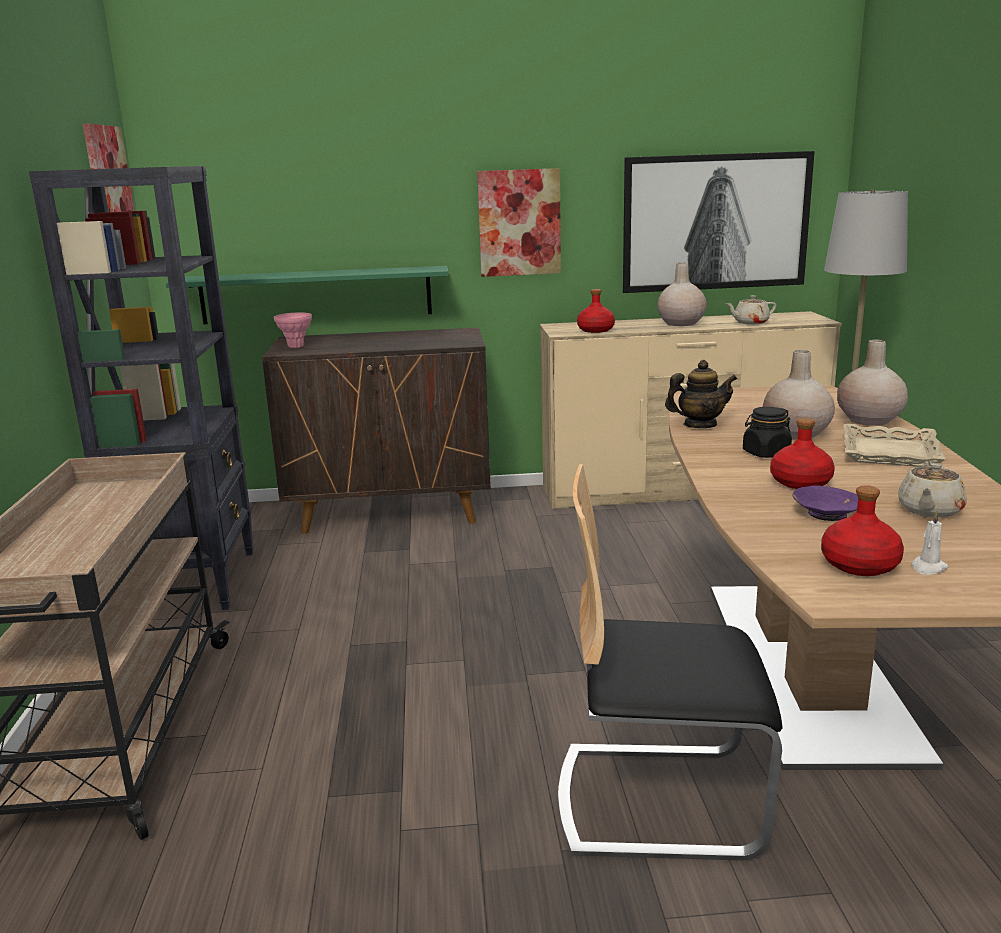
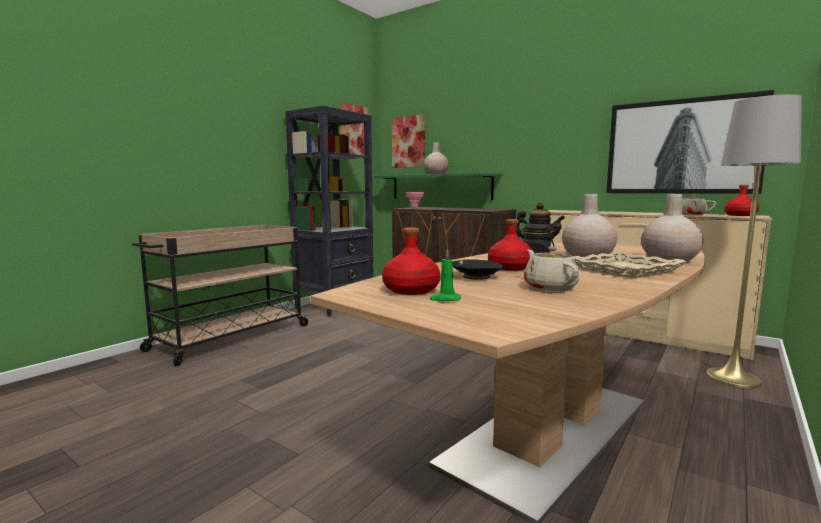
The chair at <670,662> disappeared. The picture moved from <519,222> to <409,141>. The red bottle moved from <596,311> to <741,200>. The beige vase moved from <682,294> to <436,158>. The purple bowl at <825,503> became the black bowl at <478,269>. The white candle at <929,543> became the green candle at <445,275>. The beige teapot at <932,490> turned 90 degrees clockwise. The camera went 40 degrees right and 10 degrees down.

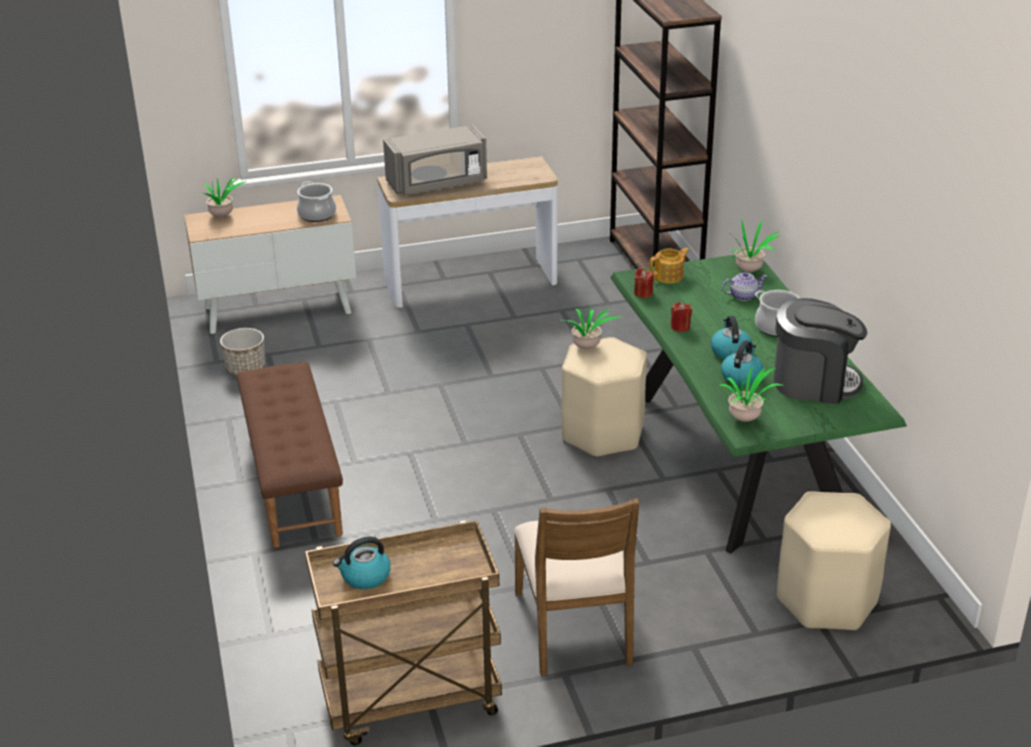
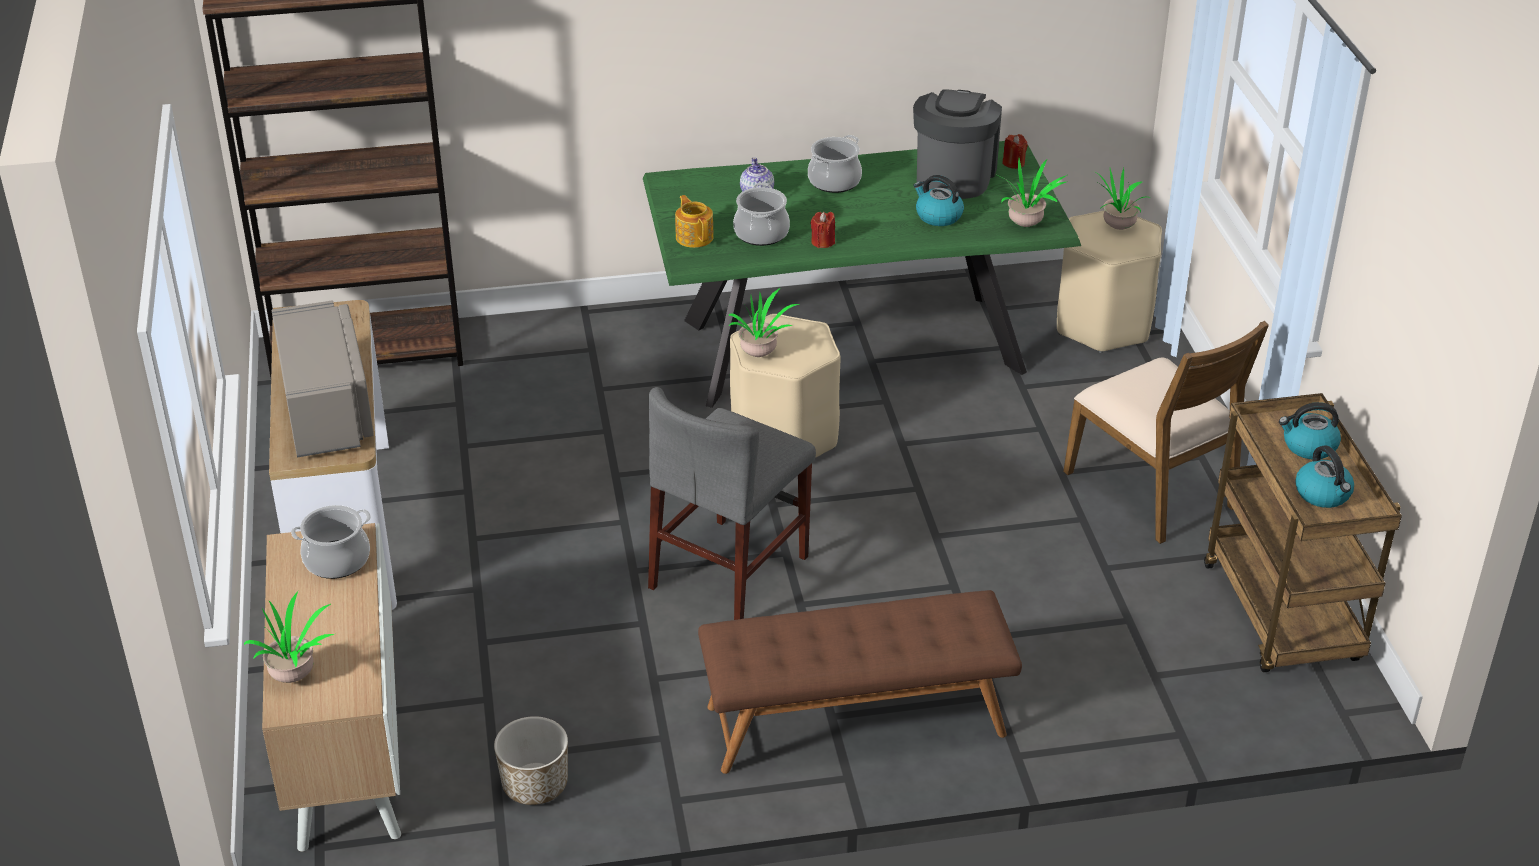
The grey chair at <732,503> appeared. The cooking pot at <761,214> appeared. The red candle moved from <644,283> to <1015,151>. The kettle moved from <731,337> to <1310,430>. The potted plant moved from <753,246> to <1122,199>. The brown chair at <576,587> turned 60 degrees clockwise. The camera went 85 degrees left and 5 degrees up.

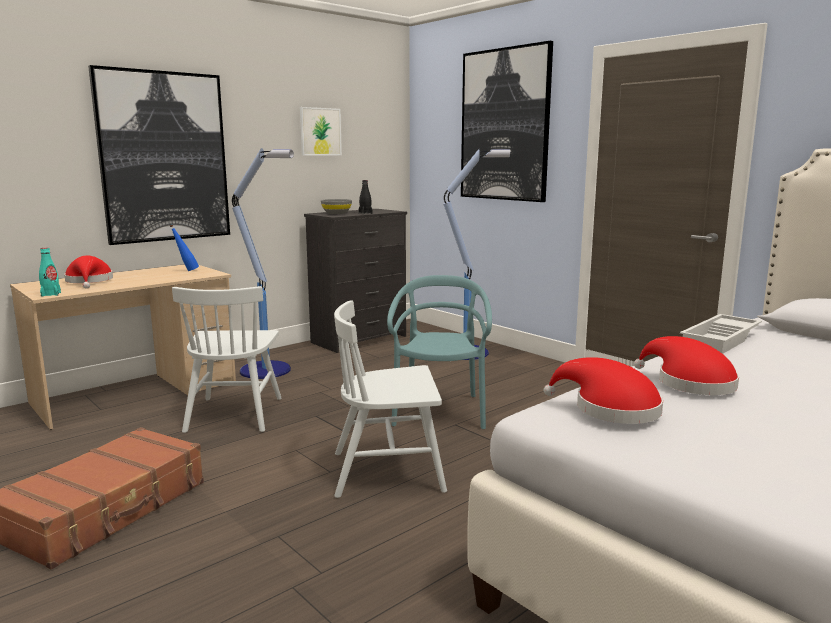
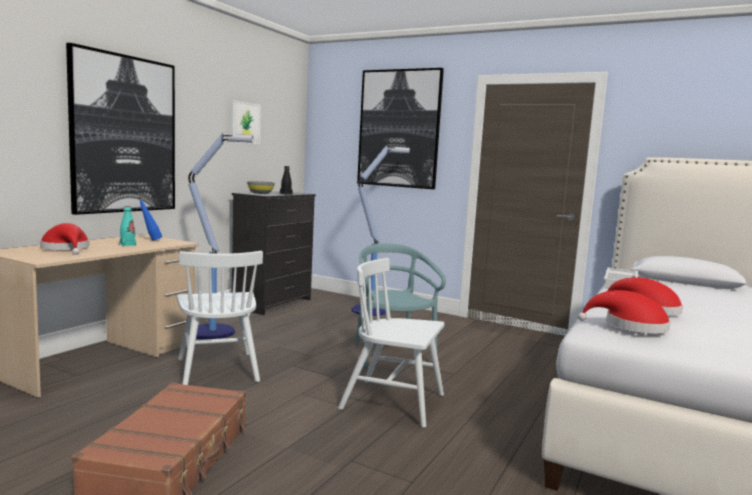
The turquoise bottle moved from <50,272> to <128,226>. The white chair at <390,399> turned 45 degrees clockwise. The camera went 20 degrees left and 5 degrees down.

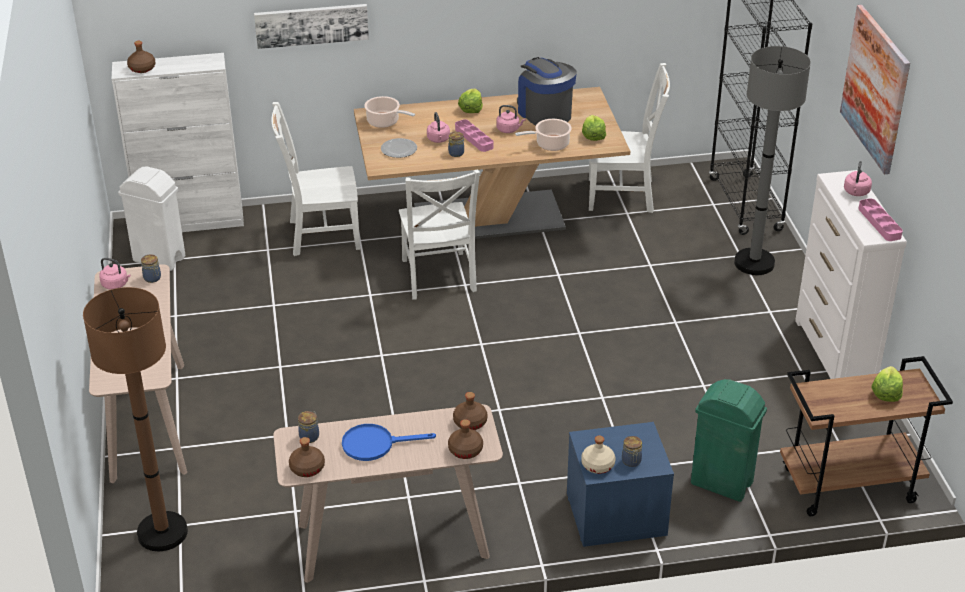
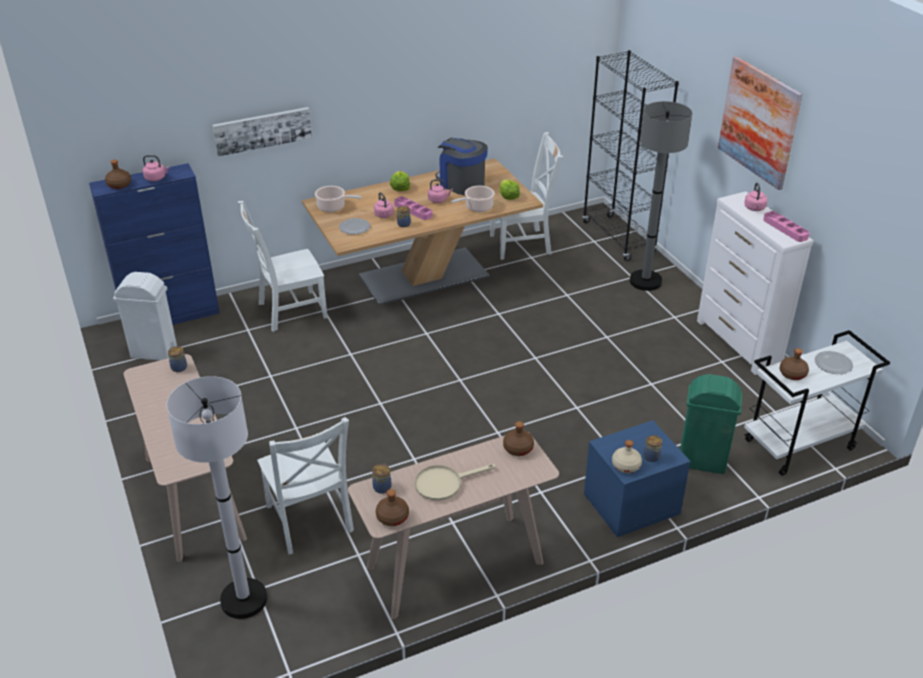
The pink kettle moved from <115,273> to <156,168>. The white chair moved from <439,234> to <305,485>. The brown bottle moved from <465,439> to <794,364>. The lettuce at <887,384> was replaced by the plate at <834,362>. The brown floor lamp at <135,419> became the white floor lamp at <217,497>. The white cabinet at <178,142> became the blue cabinet at <154,244>. The blue frying pan at <389,442> became the beige frying pan at <455,482>. The brown cart at <866,436> became the white cart at <817,403>. The camera went 15 degrees left and 0 degrees up.

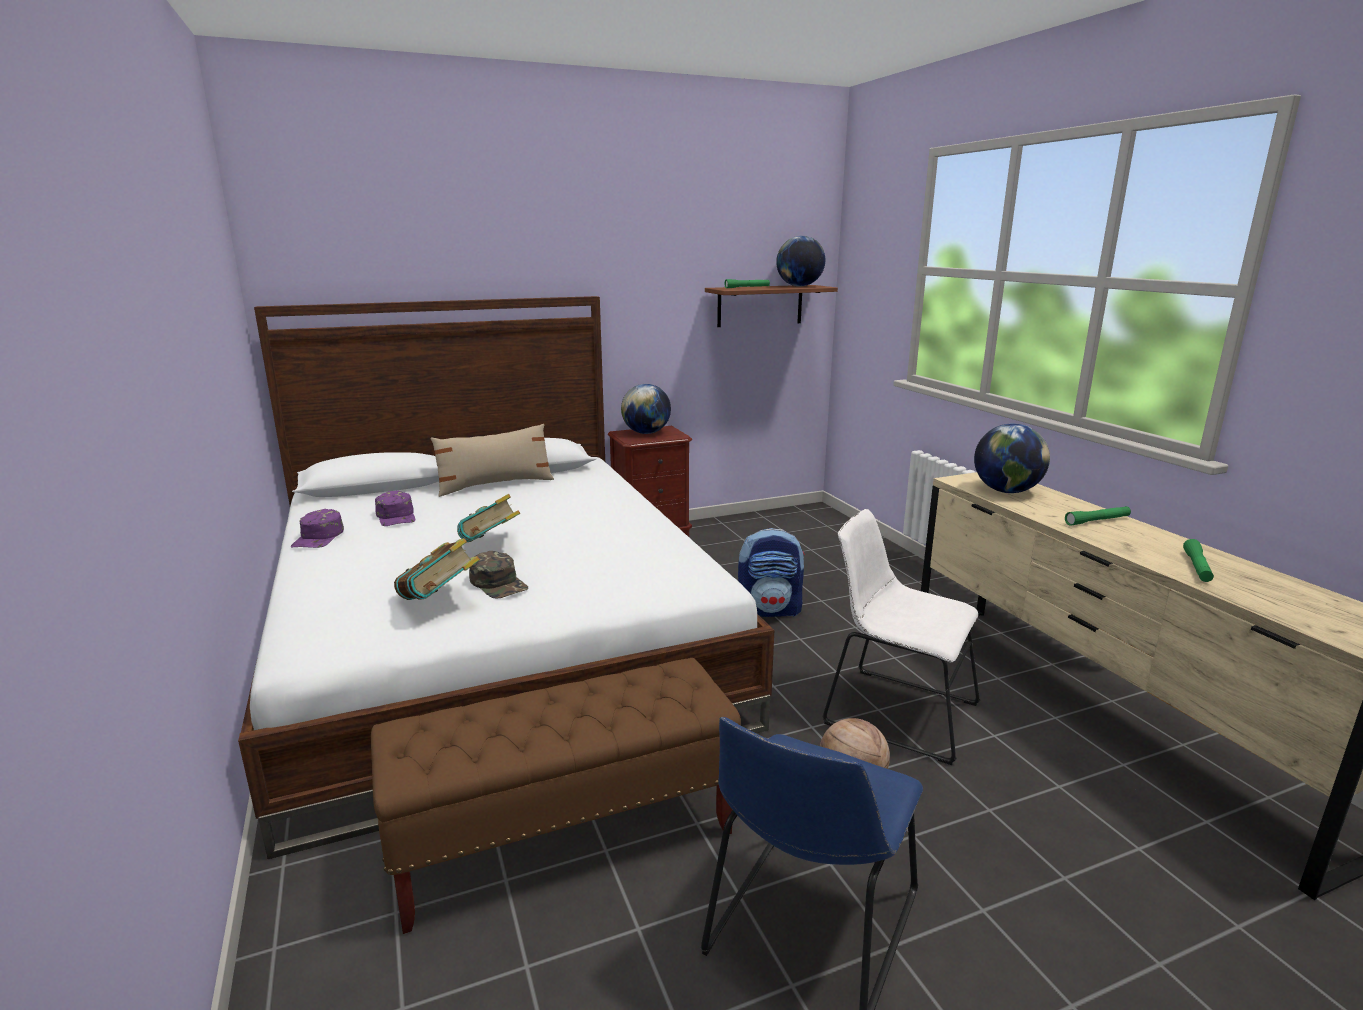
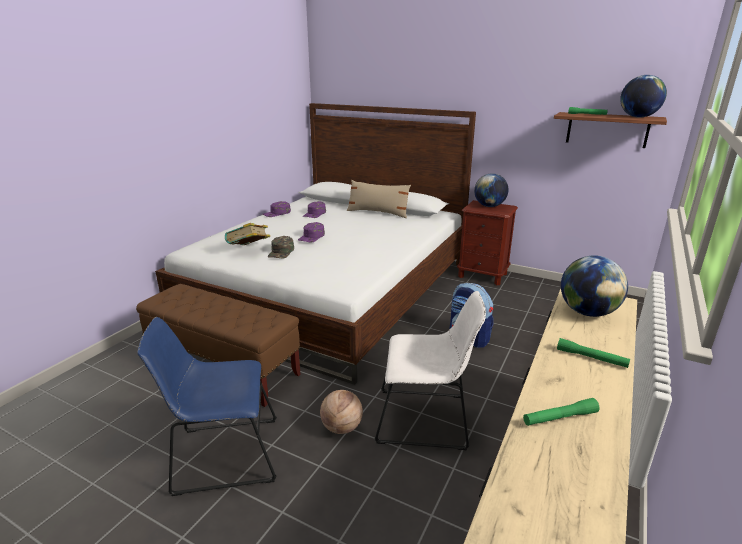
The book at <488,518> was replaced by the purple cap at <311,232>. The white chair at <901,637> turned 105 degrees clockwise. The camera went 50 degrees right and 5 degrees up.

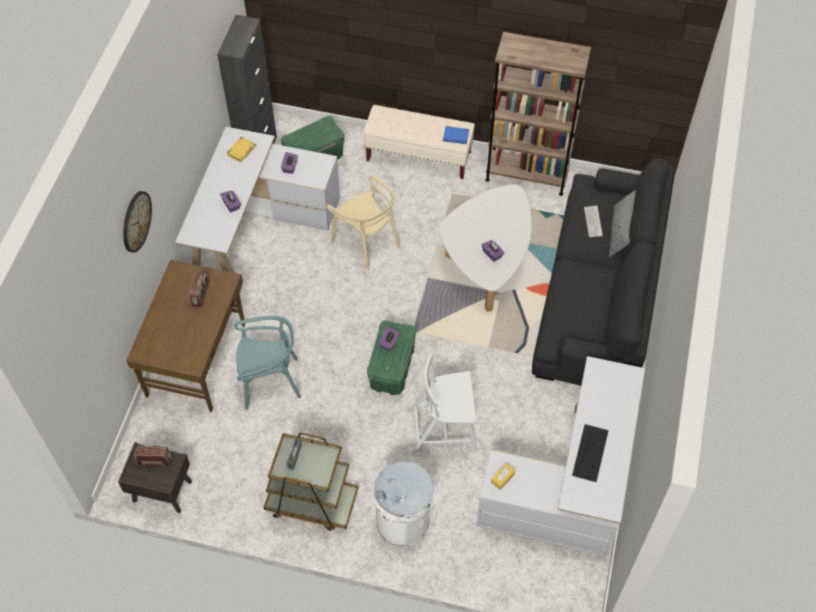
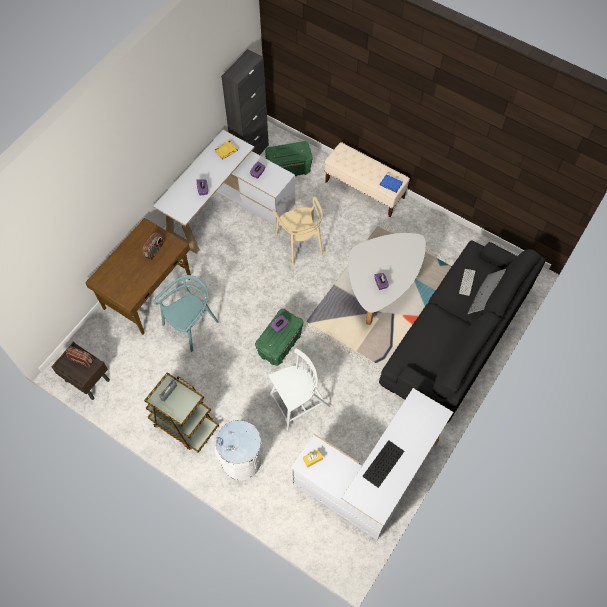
The wall clock at <137,222> disappeared. The brown bookcase at <538,114> disappeared. The turquoise chair at <267,362> turned 60 degrees counterclockwise. The white chair at <442,404> turned 135 degrees clockwise. The camera went 20 degrees right and 5 degrees up.

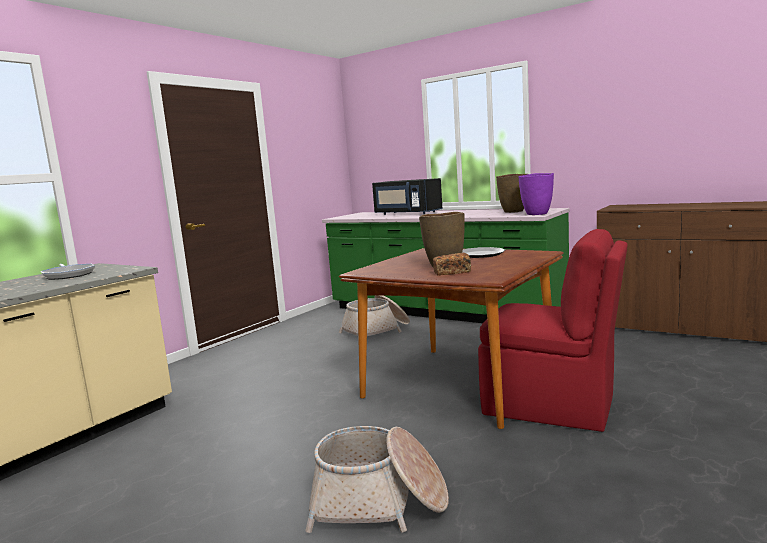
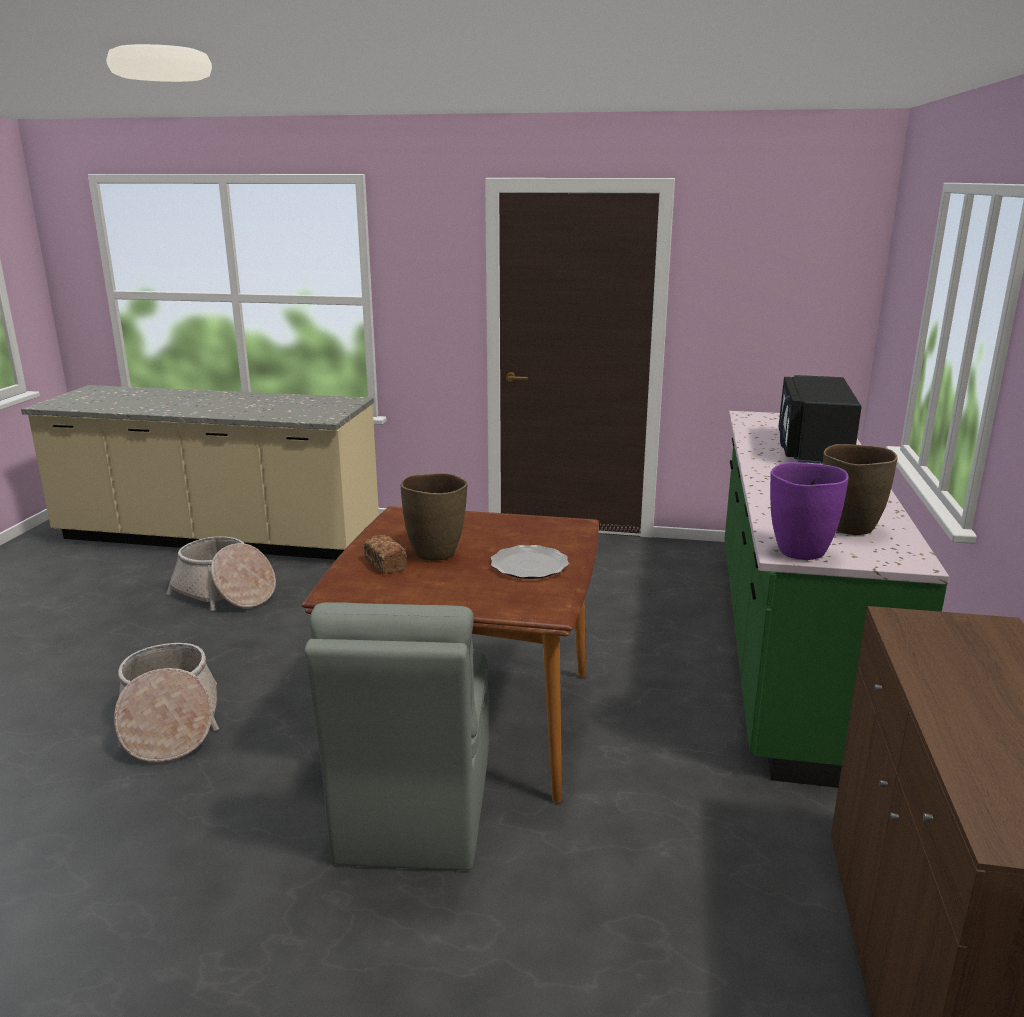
The frying pan at <68,272> disappeared. The basket moved from <374,316> to <221,573>. The red chair at <552,330> became the grey chair at <397,736>. The camera went 65 degrees right and 10 degrees up.

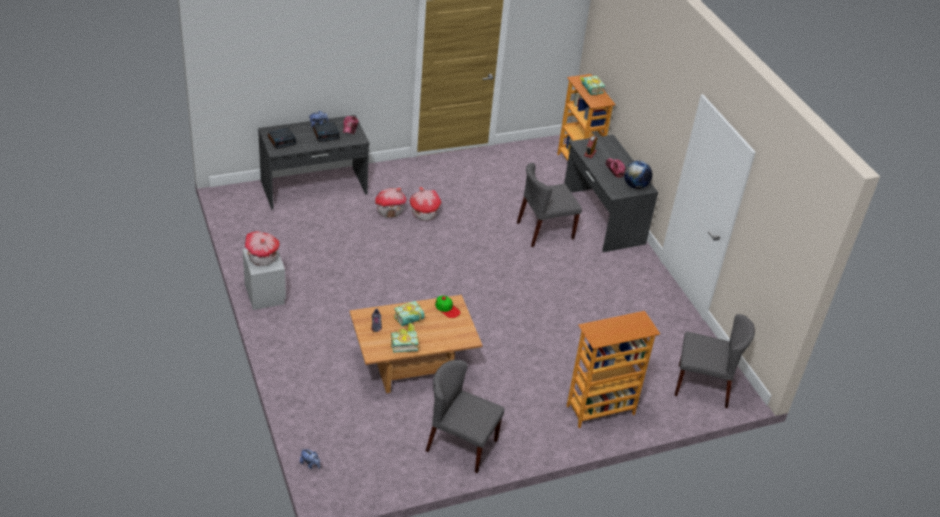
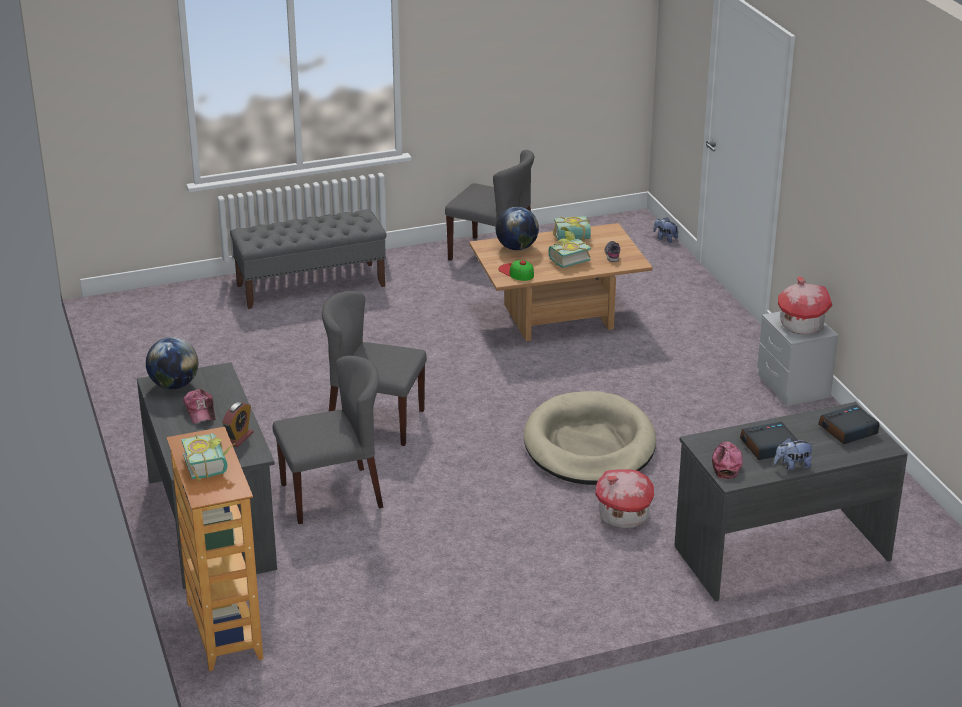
The toy house at <426,204> disappeared. The globe at <517,228> appeared. The beige dog bed at <590,438> appeared. The grey chair moved from <714,361> to <374,368>. The bookcase at <613,369> was replaced by the grey bench at <308,259>. The camera went 175 degrees left and 10 degrees down.

